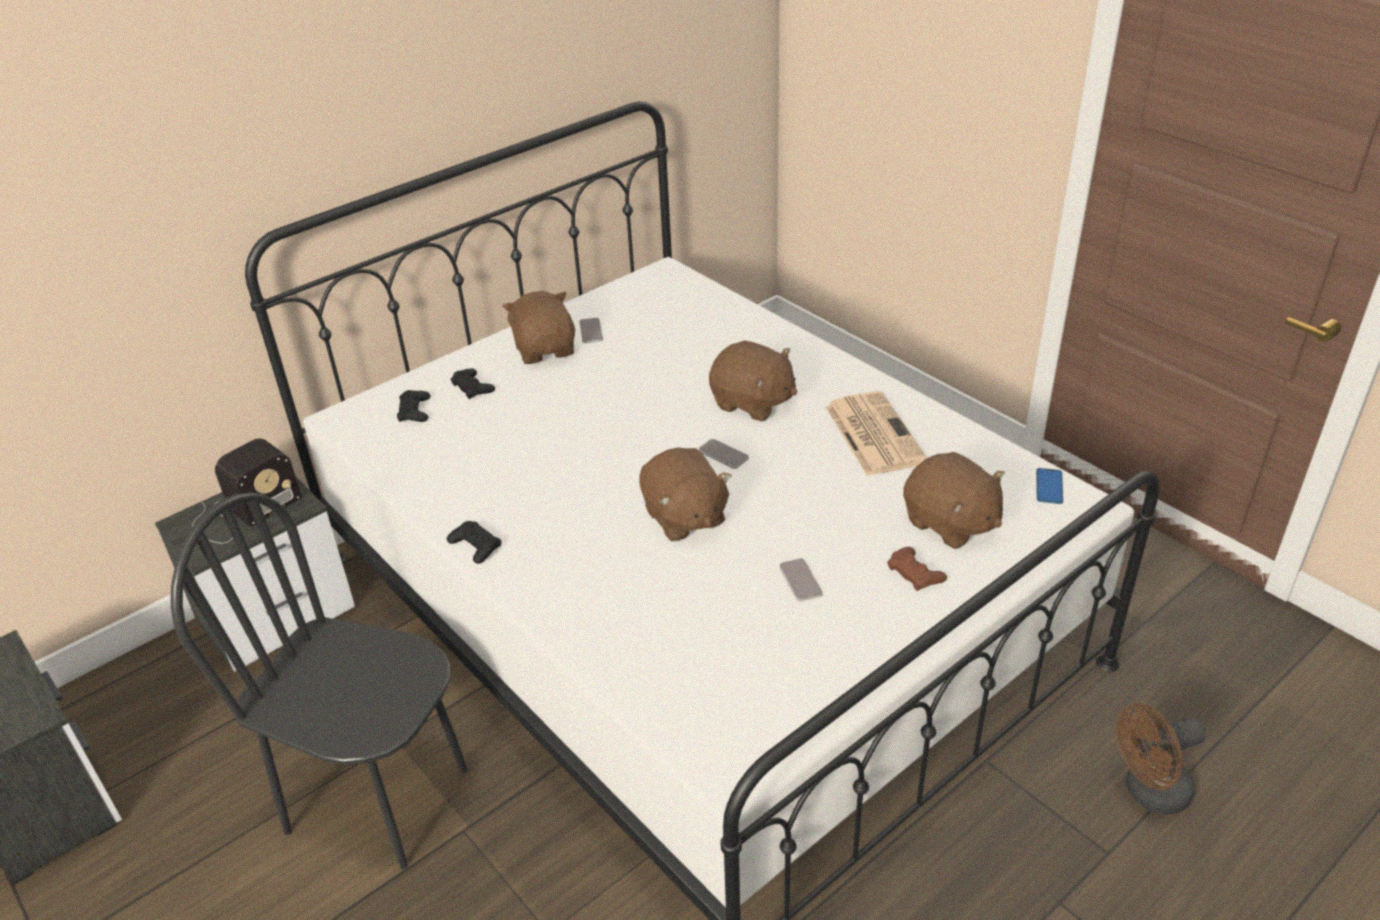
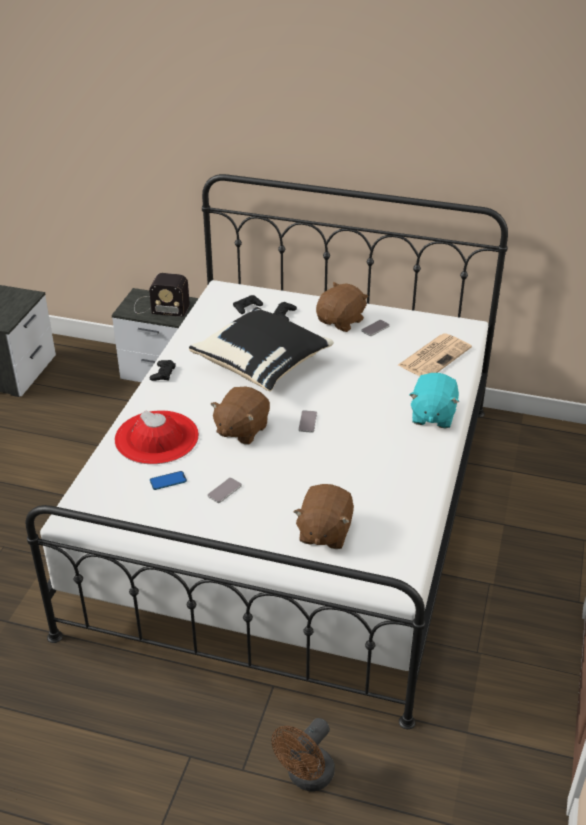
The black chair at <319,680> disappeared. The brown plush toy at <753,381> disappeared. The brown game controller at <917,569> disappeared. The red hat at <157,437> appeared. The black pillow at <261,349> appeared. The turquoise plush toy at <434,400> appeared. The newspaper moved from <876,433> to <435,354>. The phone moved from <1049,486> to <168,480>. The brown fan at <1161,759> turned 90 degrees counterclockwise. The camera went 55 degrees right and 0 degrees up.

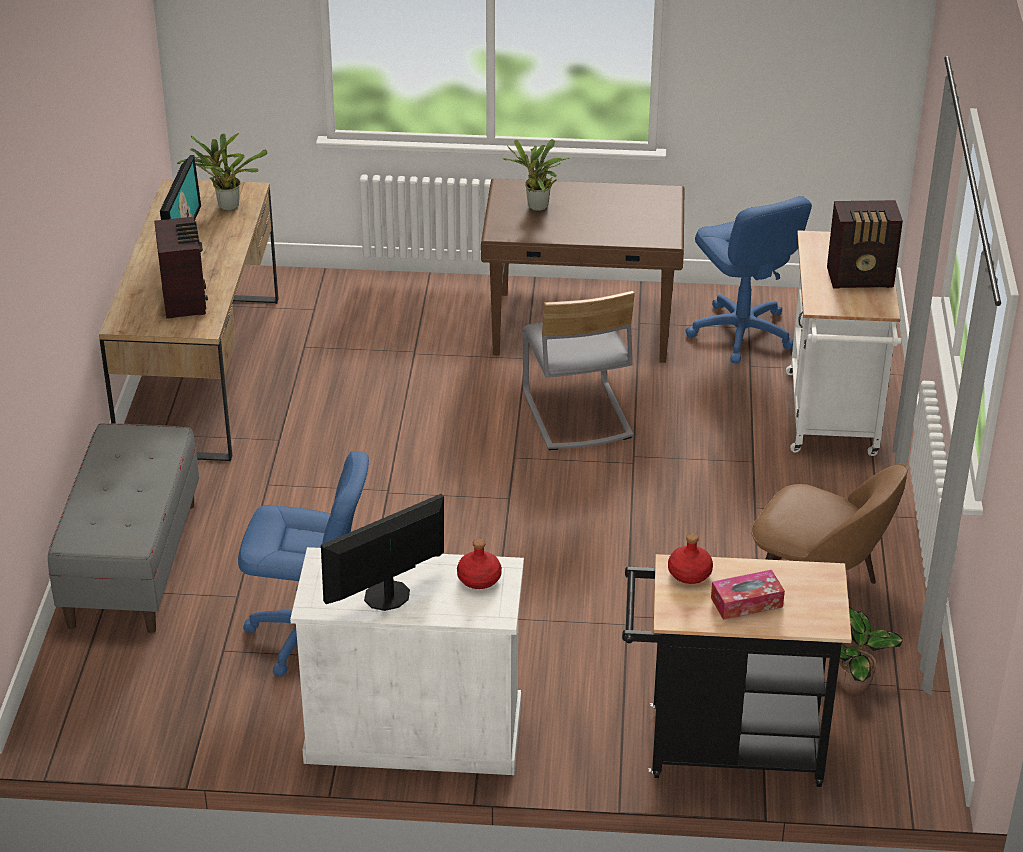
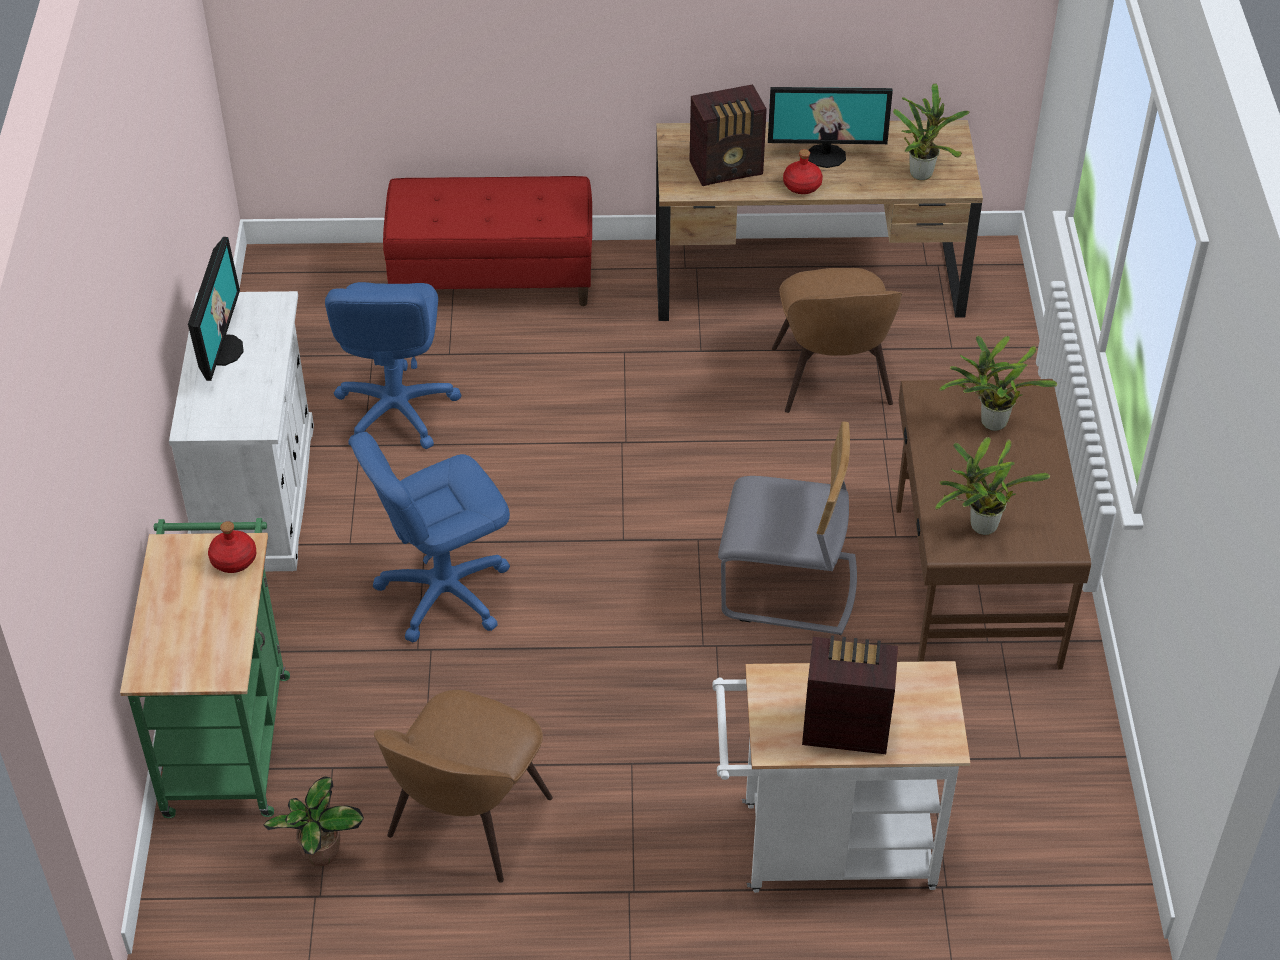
The tissue box at <748,595> disappeared. The brown chair at <837,340> appeared. The potted plant at <992,486> appeared. The red bottle moved from <479,564> to <803,171>. The blue office chair moved from <749,280> to <430,537>. The grey bench at <123,528> became the red bench at <487,241>. The black cart at <737,670> became the green cart at <205,668>. The monitor at <382,552> turned 45 degrees clockwise. The grey chair at <578,370> turned 150 degrees counterclockwise. The radio at <865,244> turned 105 degrees clockwise. The camera went 85 degrees right and 10 degrees up.

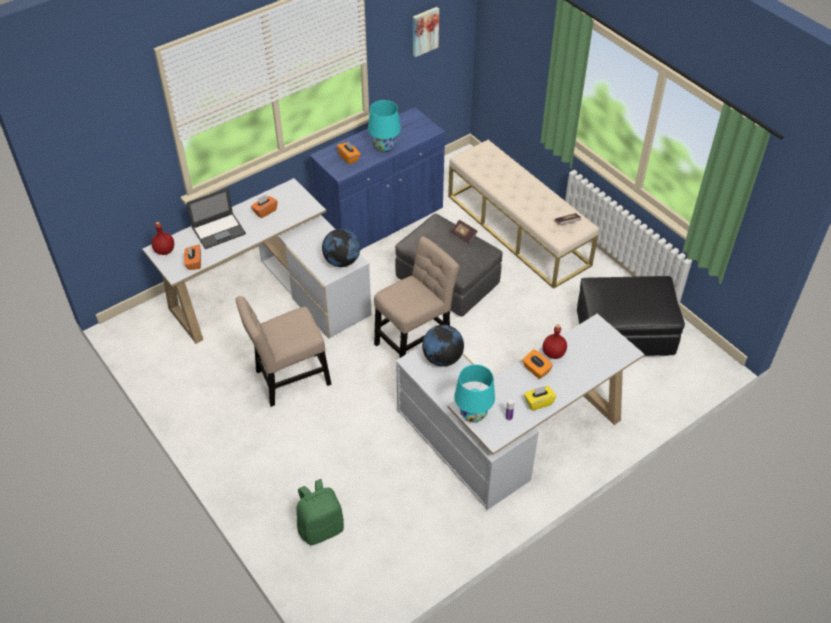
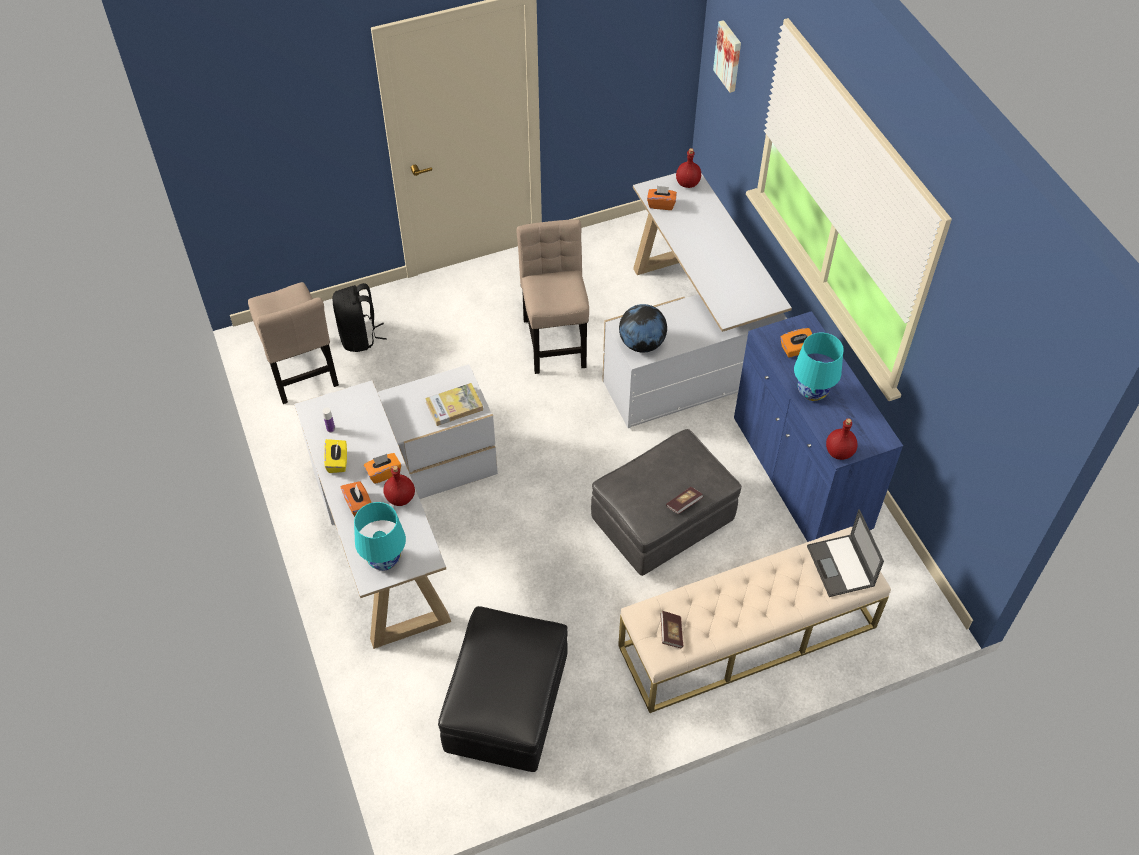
The red bottle at <841,439> appeared. The laptop moved from <216,218> to <845,553>. The orange tissue box moved from <264,206> to <356,499>. The beige chair moved from <417,297> to <293,343>. The picture moved from <426,32> to <727,56>. The turquoise table lamp moved from <474,393> to <380,536>. The globe at <443,345> was replaced by the book at <454,404>. The green backpack at <320,512> became the black backpack at <360,317>. The camera went 105 degrees right and 5 degrees up.

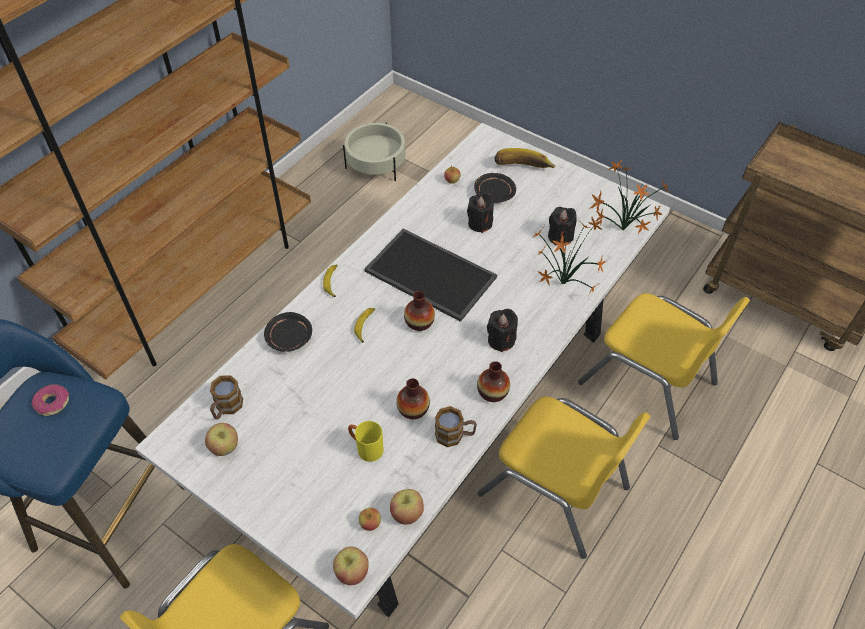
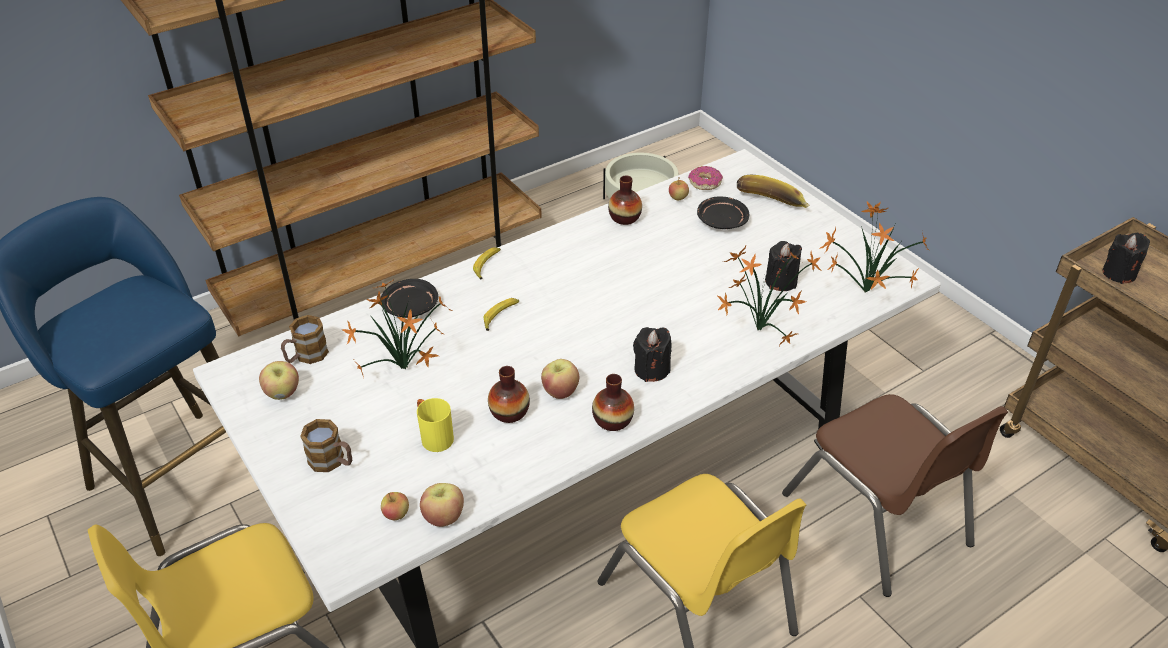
The tray at <430,275> disappeared. The potted plant at <397,328> appeared. The donut moved from <50,400> to <705,178>. The apple moved from <351,565> to <560,379>. The vase moved from <419,311> to <625,200>. The mug moved from <456,426> to <326,445>. The black candle moved from <480,212> to <1126,258>. The yellow chair at <664,366> became the brown chair at <895,495>. The camera went 20 degrees right and 10 degrees down.

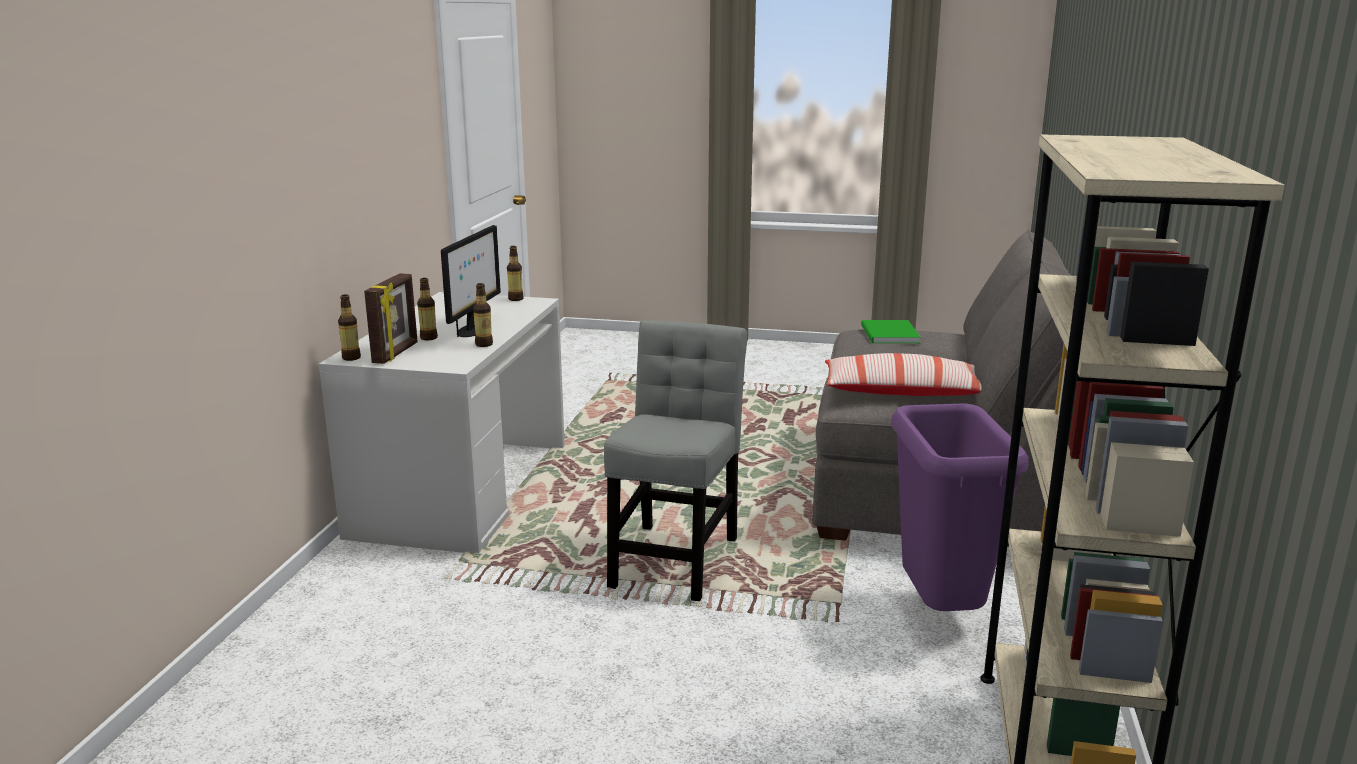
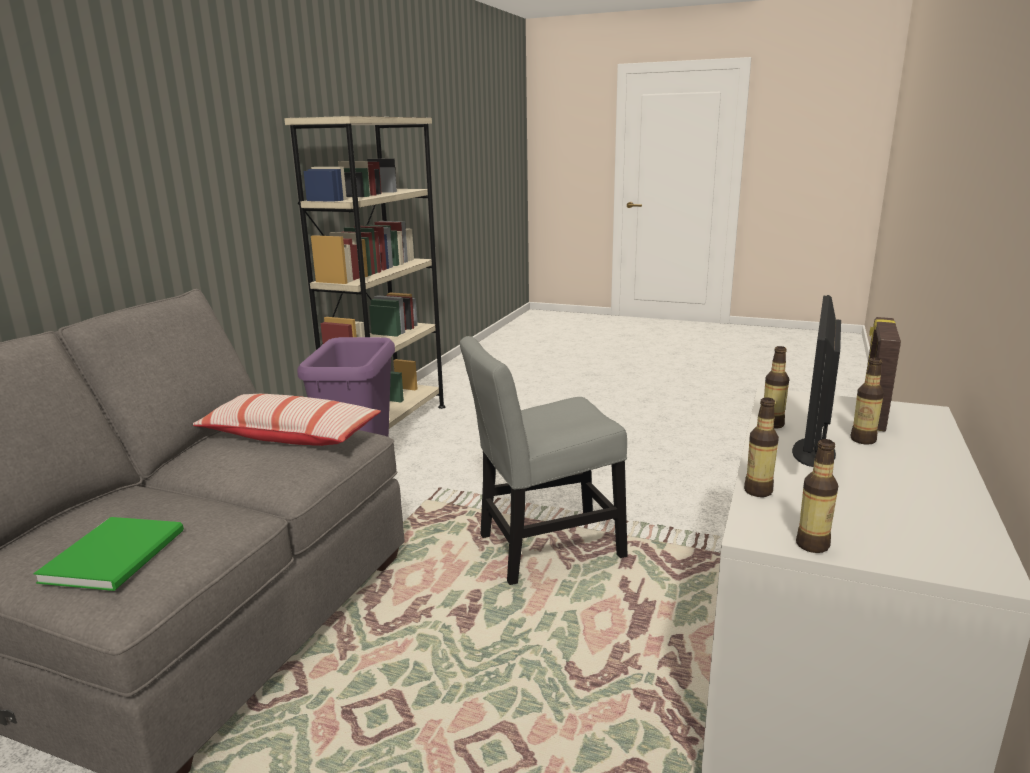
The bottle moved from <349,327> to <761,447>. The grey chair at <675,460> turned 45 degrees clockwise. The camera went 170 degrees left and 0 degrees up.

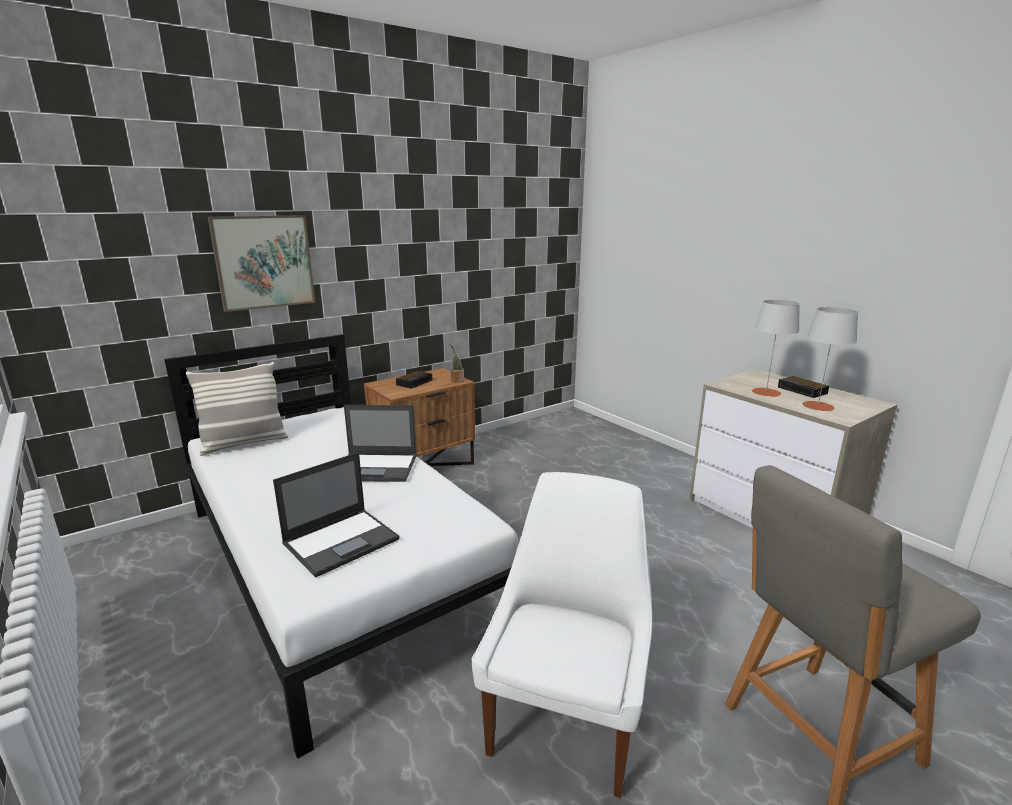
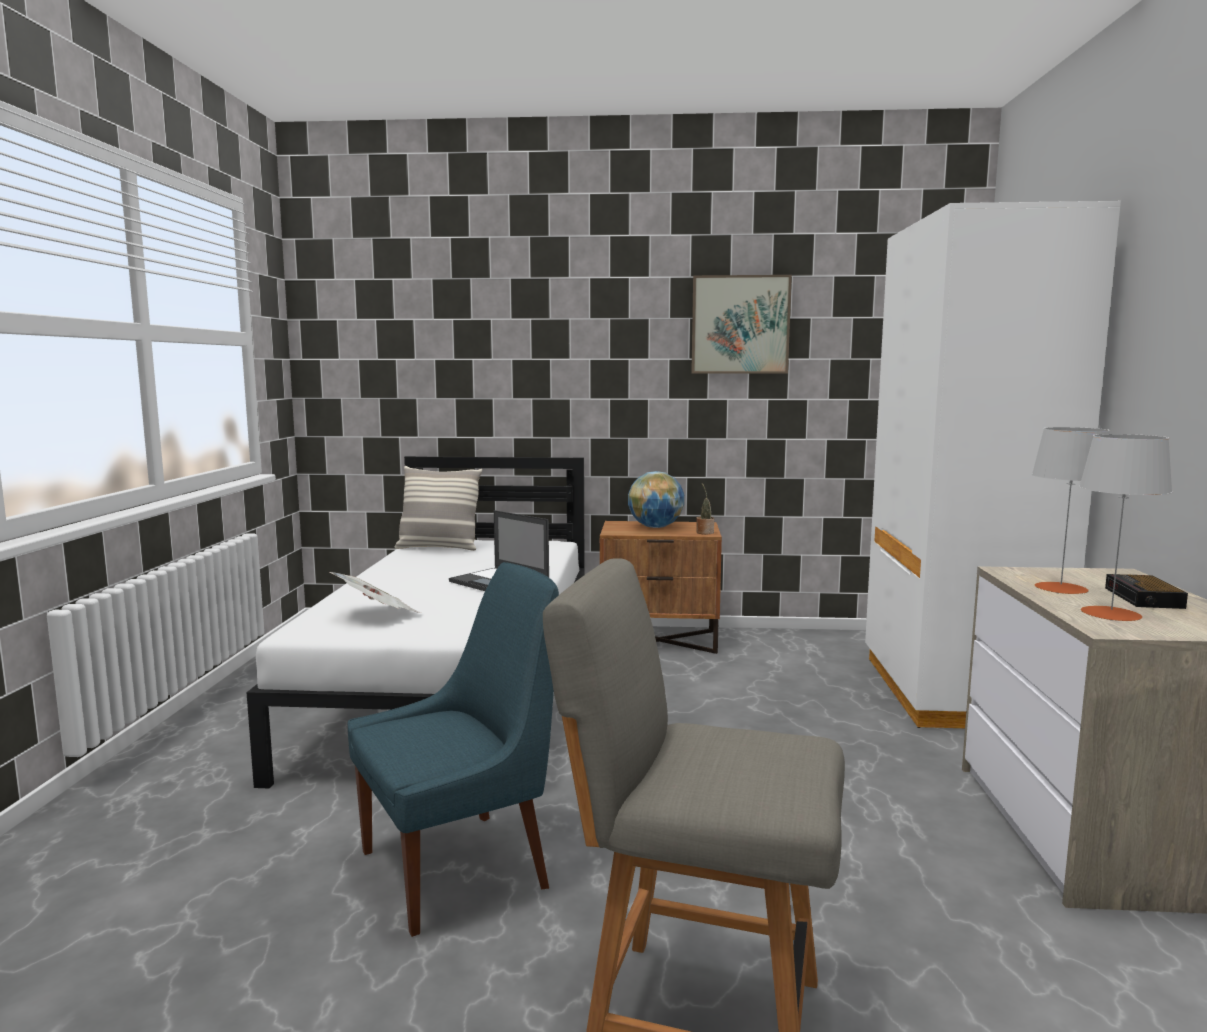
The white wardrobe at <993,464> appeared. The picture moved from <261,263> to <741,324>. The laptop at <336,514> was replaced by the newspaper at <374,592>. The alarm clock at <414,380> was replaced by the globe at <656,499>. The white chair at <562,635> became the blue chair at <453,749>. The camera went 40 degrees right and 10 degrees down.

